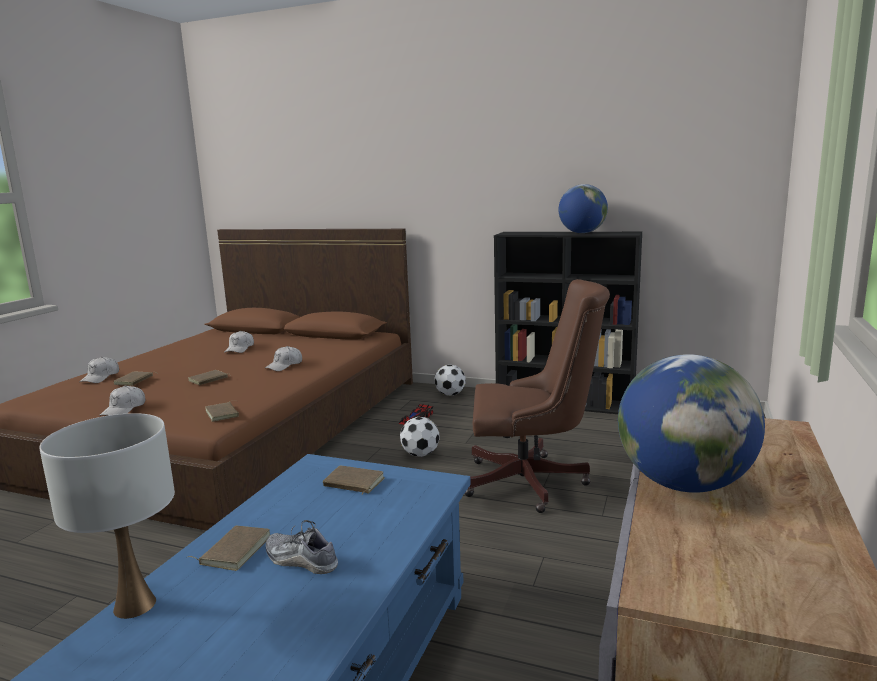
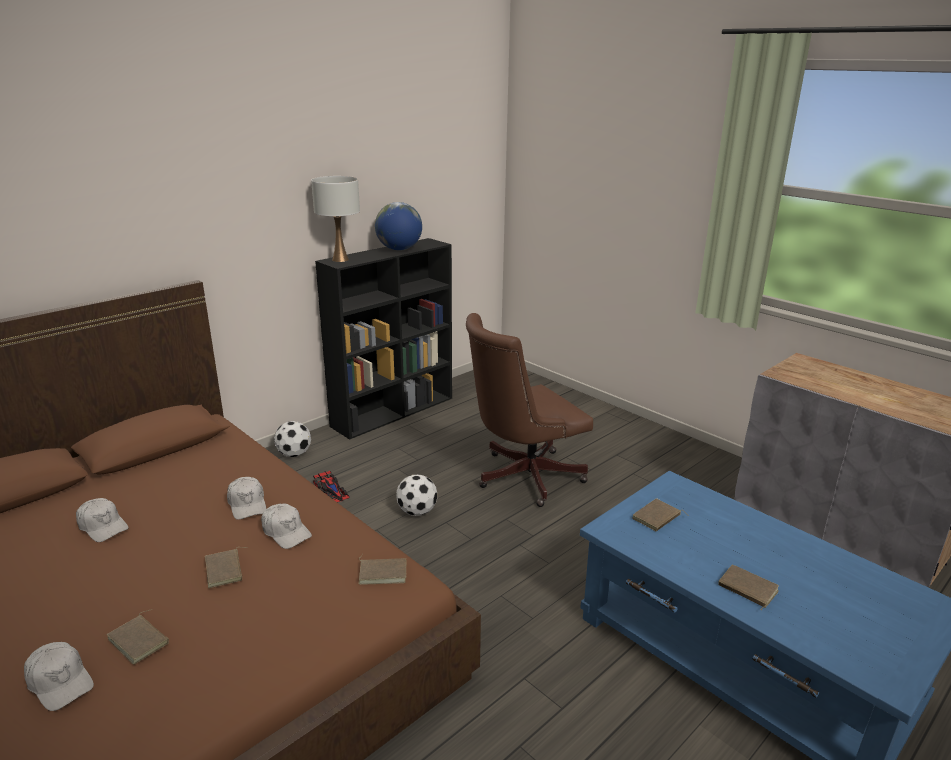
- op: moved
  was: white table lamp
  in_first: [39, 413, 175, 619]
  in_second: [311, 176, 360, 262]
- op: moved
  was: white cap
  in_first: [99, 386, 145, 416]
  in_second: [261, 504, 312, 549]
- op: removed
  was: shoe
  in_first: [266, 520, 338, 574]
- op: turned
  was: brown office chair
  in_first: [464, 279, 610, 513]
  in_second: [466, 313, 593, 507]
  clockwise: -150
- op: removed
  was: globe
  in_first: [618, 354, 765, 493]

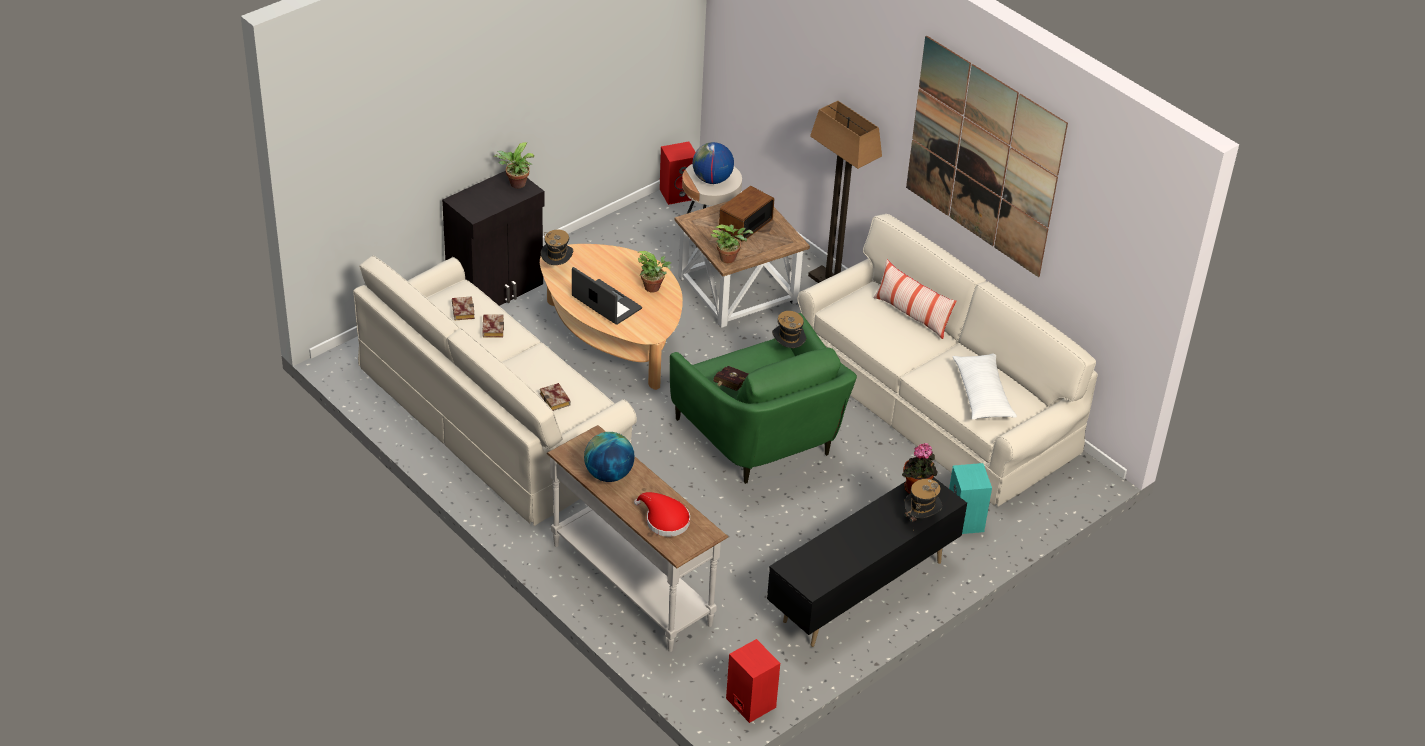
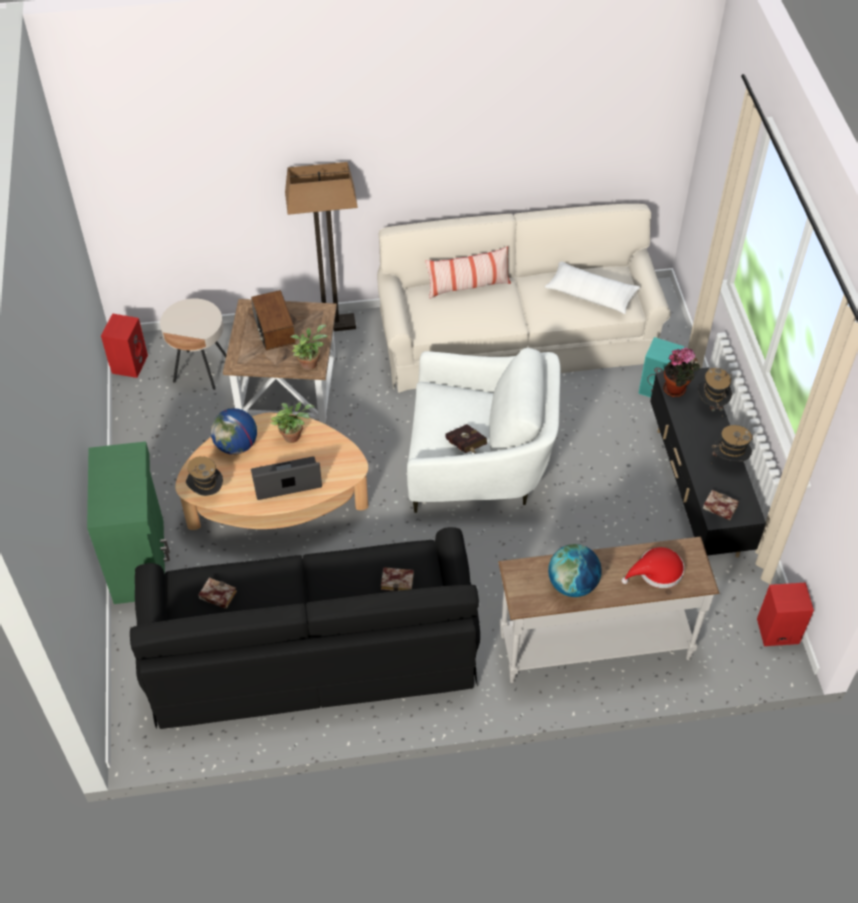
- op: recoloured
  was: beige sofa
  now: black sofa
  in_first: [353, 256, 637, 526]
  in_second: [130, 527, 480, 729]
- op: recoloured
  was: black cabinet
  now: green cabinet
  in_first: [442, 171, 545, 306]
  in_second: [87, 441, 170, 604]
- op: moved
  was: book
  in_first: [482, 314, 504, 337]
  in_second: [703, 490, 739, 520]
- op: removed
  was: potted plant
  in_first: [493, 142, 535, 188]
- op: recoloured
  was: green armchair
  now: white armchair
  in_first: [670, 313, 857, 484]
  in_second: [407, 348, 561, 513]
- op: moved
  was: globe
  in_first: [693, 142, 734, 184]
  in_second: [211, 408, 257, 455]
- op: moved
  was: hat
  in_first: [772, 311, 806, 348]
  in_second: [711, 425, 753, 464]
- op: removed
  was: picture
  in_first: [906, 35, 1068, 277]

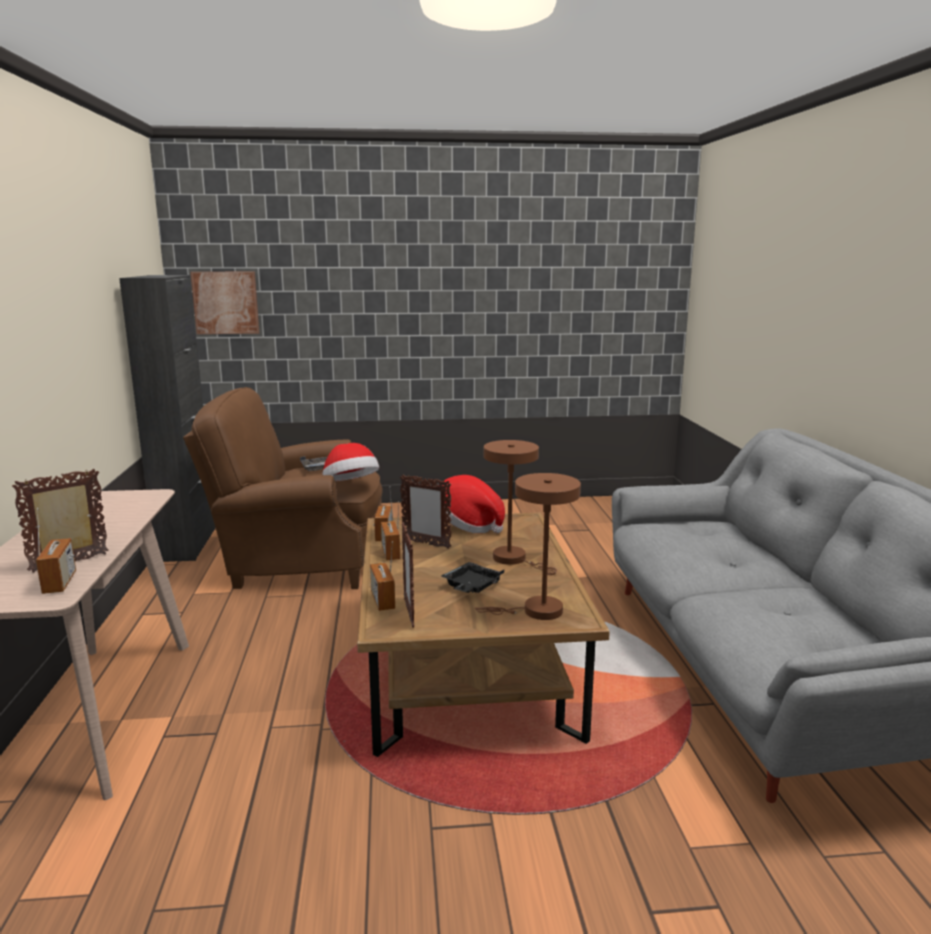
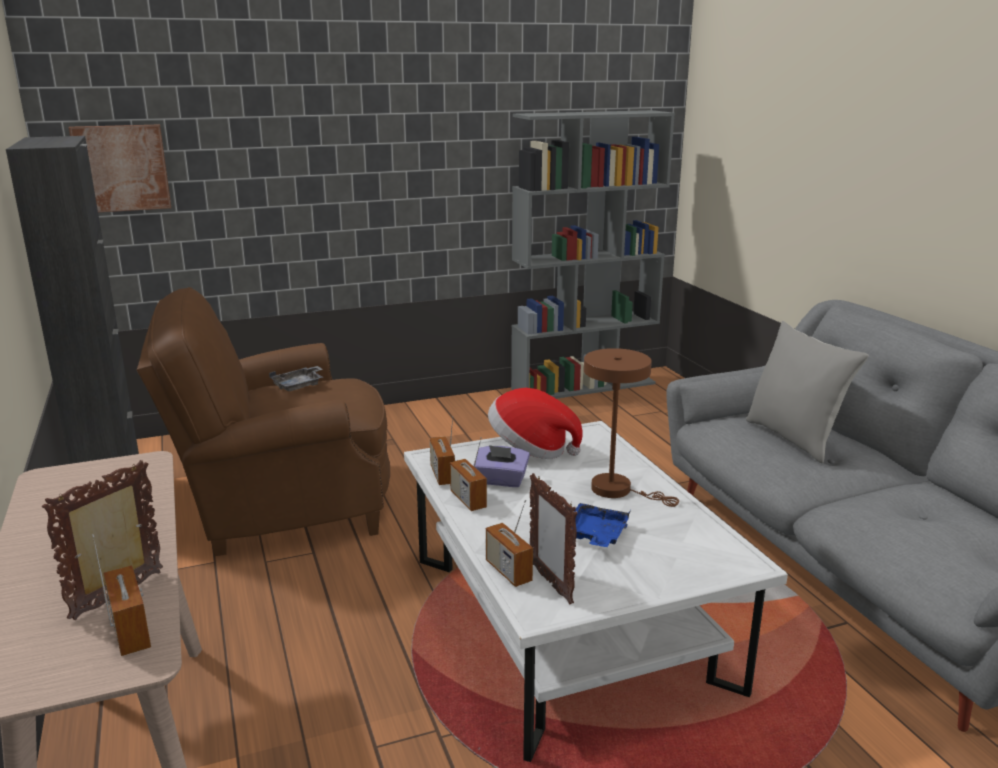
- op: removed
  was: hat
  in_first: [323, 443, 379, 481]
- op: recoloured
  was: brown coffee table
  now: white coffee table
  in_first: [357, 513, 610, 757]
  in_second: [404, 421, 788, 762]
- op: replaced
  was: picture frame
  now: purple tissue box
  in_first: [400, 474, 451, 549]
  in_second: [473, 445, 530, 487]
- op: recoloured
  was: black tray
  now: blue tray
  in_first: [441, 562, 505, 593]
  in_second: [572, 503, 631, 547]
- op: removed
  was: brown table lamp
  in_first: [475, 473, 581, 620]
- op: added
  now: grey bookcase
  in_second: [511, 110, 675, 399]
- op: added
  now: grey pillow
  in_second: [746, 321, 869, 464]

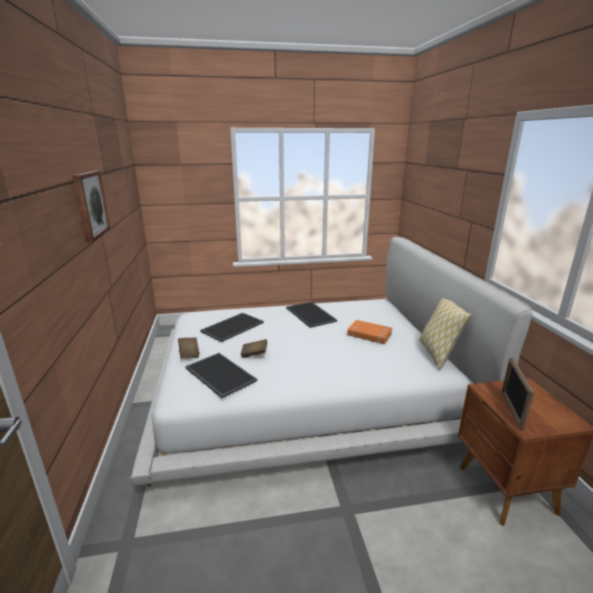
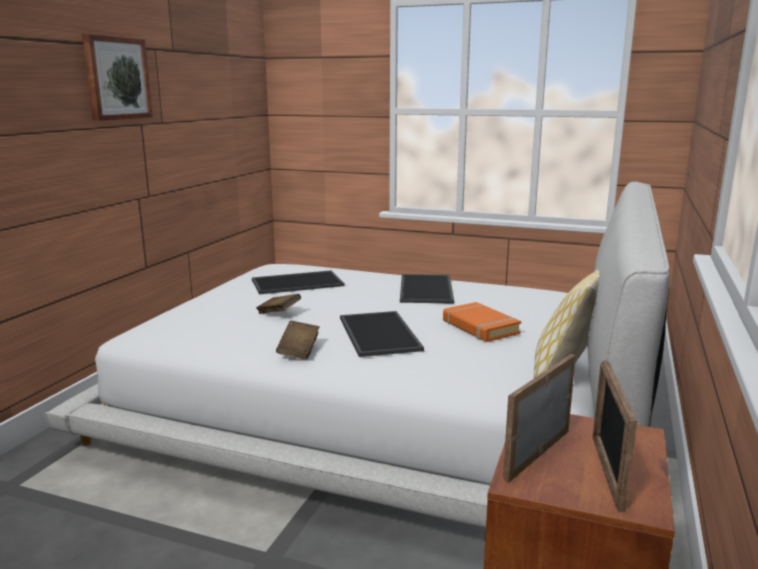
- op: moved
  was: brown book
  in_first: [178, 338, 200, 359]
  in_second: [276, 321, 320, 360]
- op: moved
  was: tray
  in_first: [185, 353, 257, 398]
  in_second: [340, 311, 424, 357]
- op: added
  now: picture frame
  in_second: [593, 360, 637, 512]

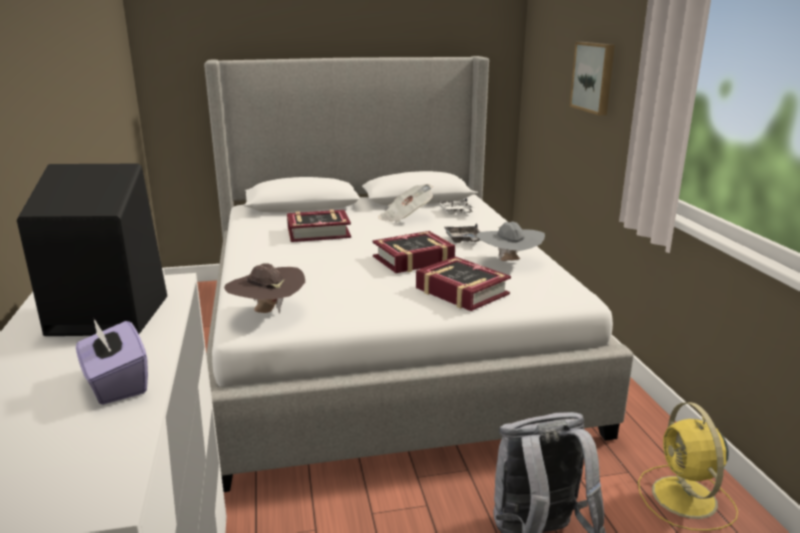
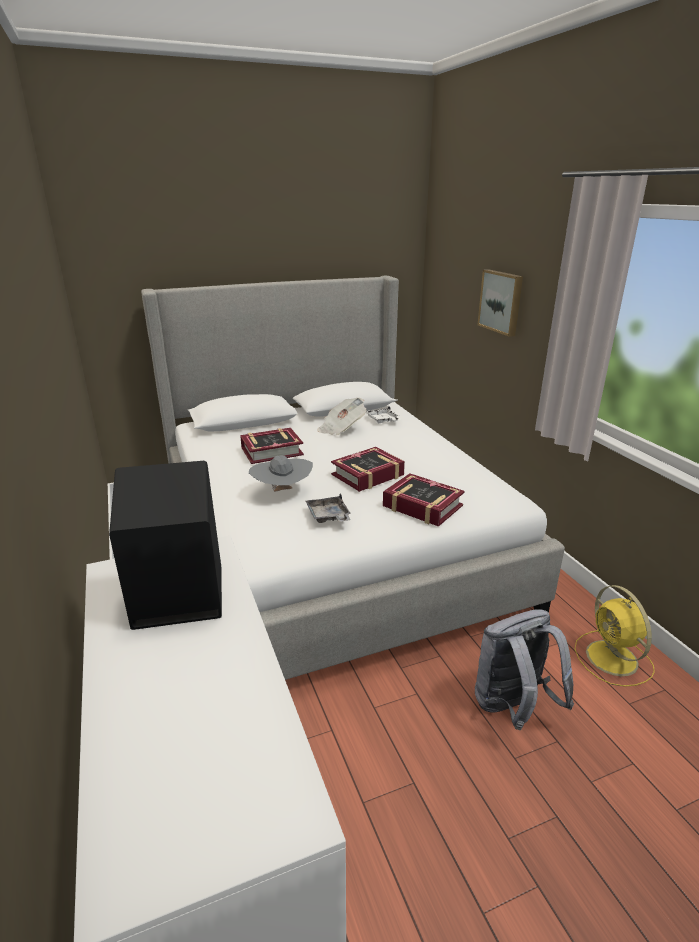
- op: removed
  was: purple tissue box
  in_first: [76, 319, 148, 405]
- op: removed
  was: brown hat
  in_first: [224, 263, 305, 313]
- op: moved
  was: grey tray
  in_first: [444, 223, 481, 243]
  in_second: [305, 494, 351, 523]
- op: moved
  was: grey hat
  in_first: [476, 222, 545, 261]
  in_second: [249, 455, 313, 492]

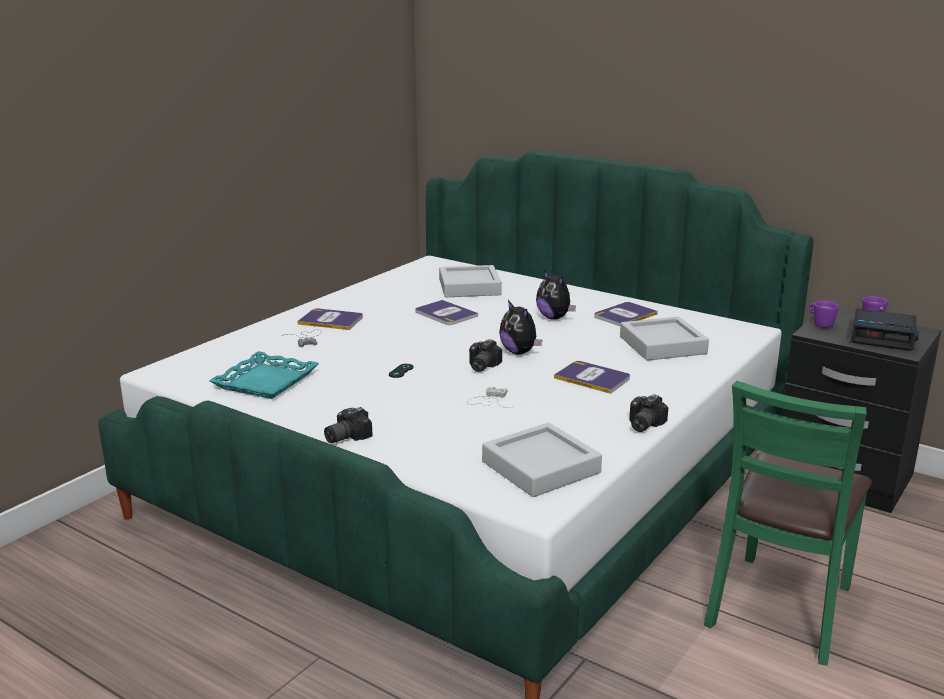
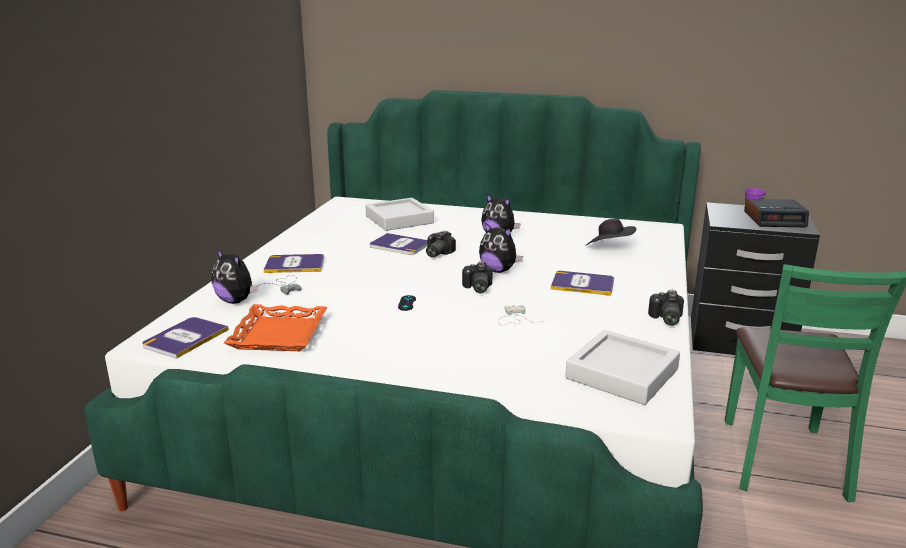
- op: recoloured
  was: turquoise tray
  now: orange tray
  in_first: [209, 351, 319, 399]
  in_second: [224, 304, 327, 351]
- op: moved
  was: photo camera
  in_first: [324, 407, 373, 443]
  in_second: [426, 231, 456, 257]
- op: moved
  was: book
  in_first: [594, 302, 658, 326]
  in_second: [142, 317, 229, 359]
- op: replaced
  was: grey tray
  now: black hat
  in_first: [620, 317, 709, 361]
  in_second: [586, 219, 637, 245]
- op: removed
  was: purple mug
  in_first: [809, 301, 839, 328]
- op: added
  now: plush toy
  in_second: [212, 249, 259, 304]

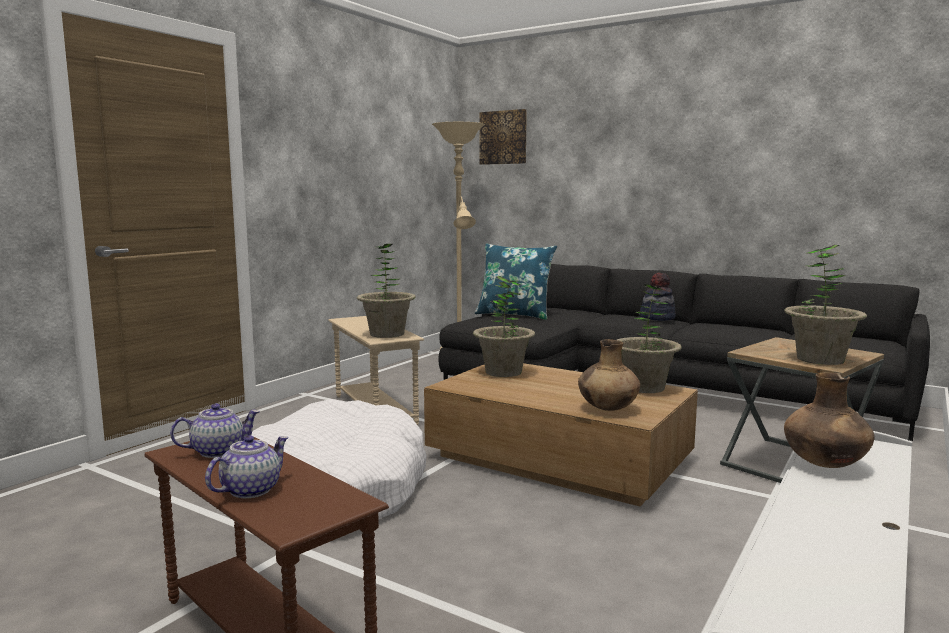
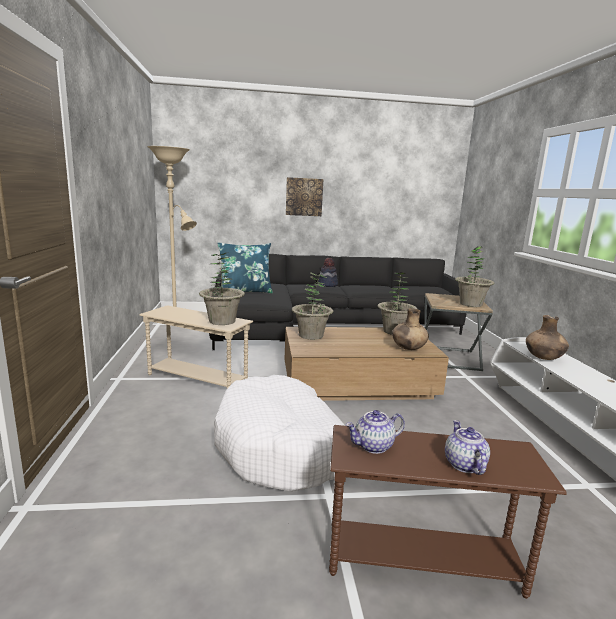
- op: turned
  was: teapot
  in_first: [170, 403, 260, 458]
  in_second: [345, 410, 405, 454]
  clockwise: -135
- op: moved
  was: picture
  in_first: [479, 109, 527, 165]
  in_second: [286, 177, 323, 216]

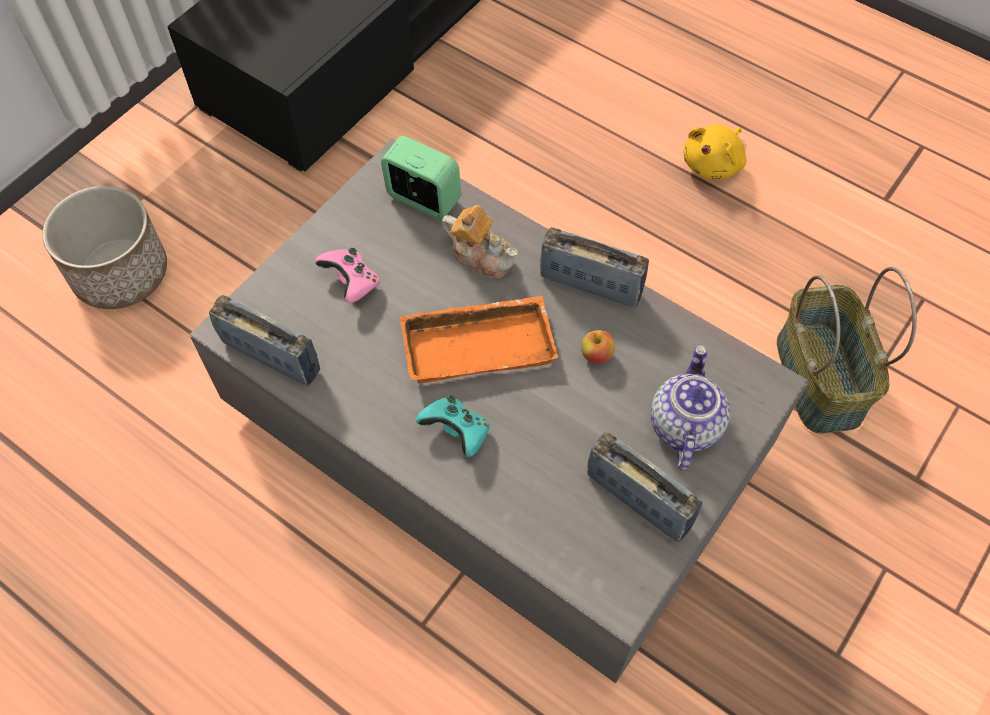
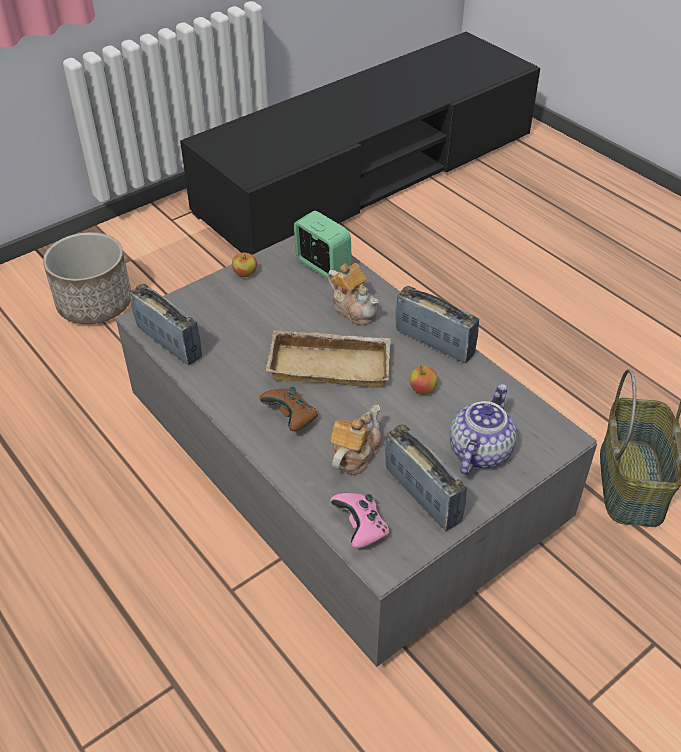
- op: moved
  was: pink game controller
  in_first: [315, 247, 380, 303]
  in_second: [330, 493, 389, 548]
- op: recoloured
  was: orange tray
  now: beige tray
  in_first: [400, 296, 558, 383]
  in_second: [266, 330, 391, 388]
- op: recoloured
  was: turquoise game controller
  now: brown game controller
  in_first: [416, 395, 490, 457]
  in_second: [259, 386, 318, 431]
- op: removed
  was: yellow plush toy
  in_first: [683, 125, 747, 179]
- op: added
  now: apple
  in_second: [232, 253, 257, 277]
- op: added
  now: teapot
  in_second: [330, 405, 381, 475]

